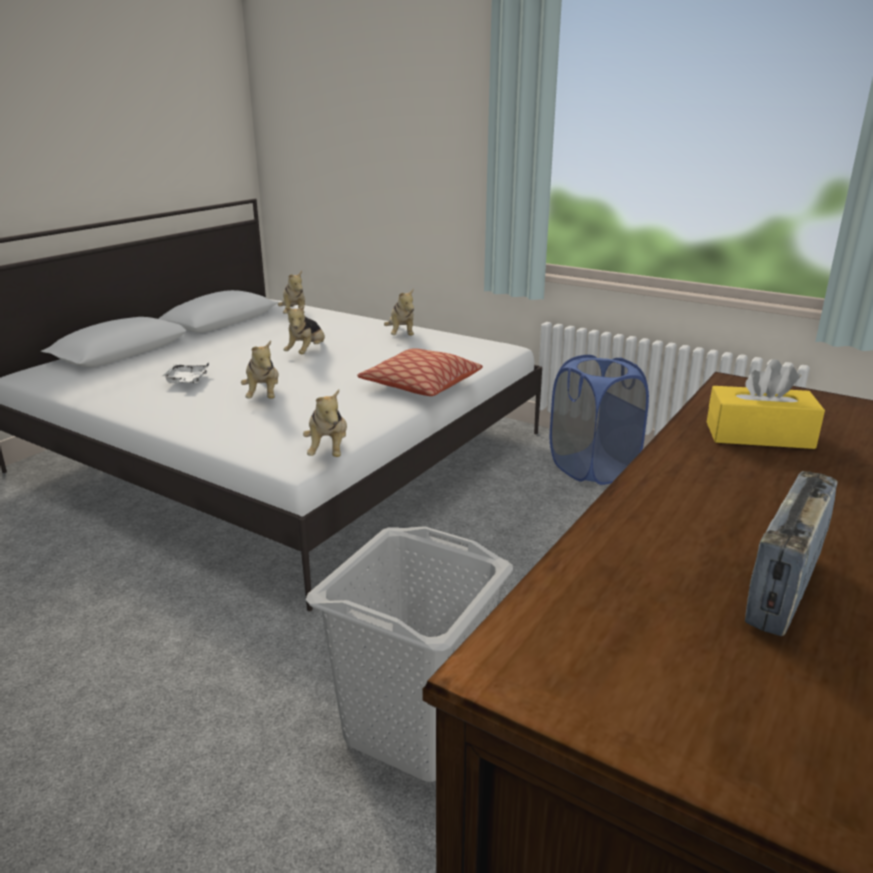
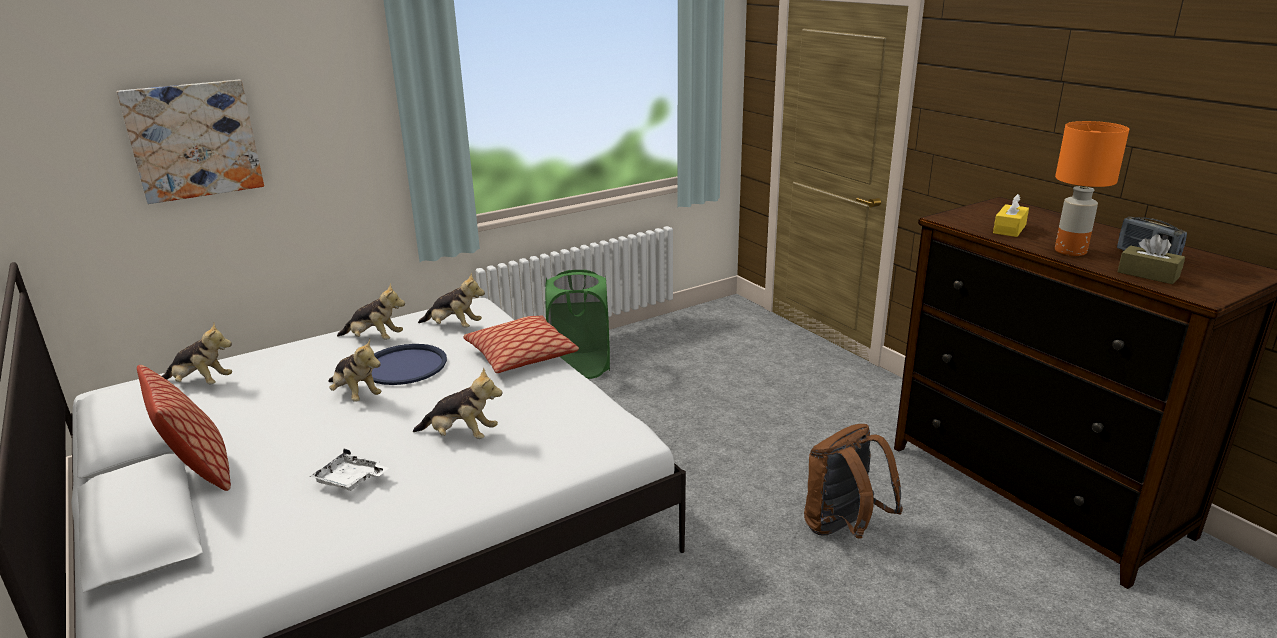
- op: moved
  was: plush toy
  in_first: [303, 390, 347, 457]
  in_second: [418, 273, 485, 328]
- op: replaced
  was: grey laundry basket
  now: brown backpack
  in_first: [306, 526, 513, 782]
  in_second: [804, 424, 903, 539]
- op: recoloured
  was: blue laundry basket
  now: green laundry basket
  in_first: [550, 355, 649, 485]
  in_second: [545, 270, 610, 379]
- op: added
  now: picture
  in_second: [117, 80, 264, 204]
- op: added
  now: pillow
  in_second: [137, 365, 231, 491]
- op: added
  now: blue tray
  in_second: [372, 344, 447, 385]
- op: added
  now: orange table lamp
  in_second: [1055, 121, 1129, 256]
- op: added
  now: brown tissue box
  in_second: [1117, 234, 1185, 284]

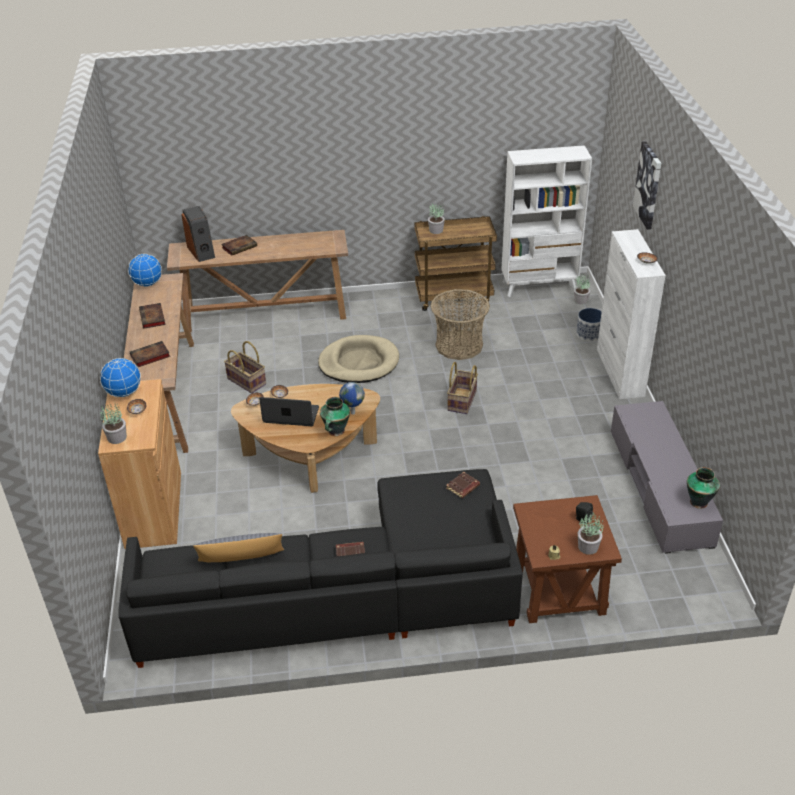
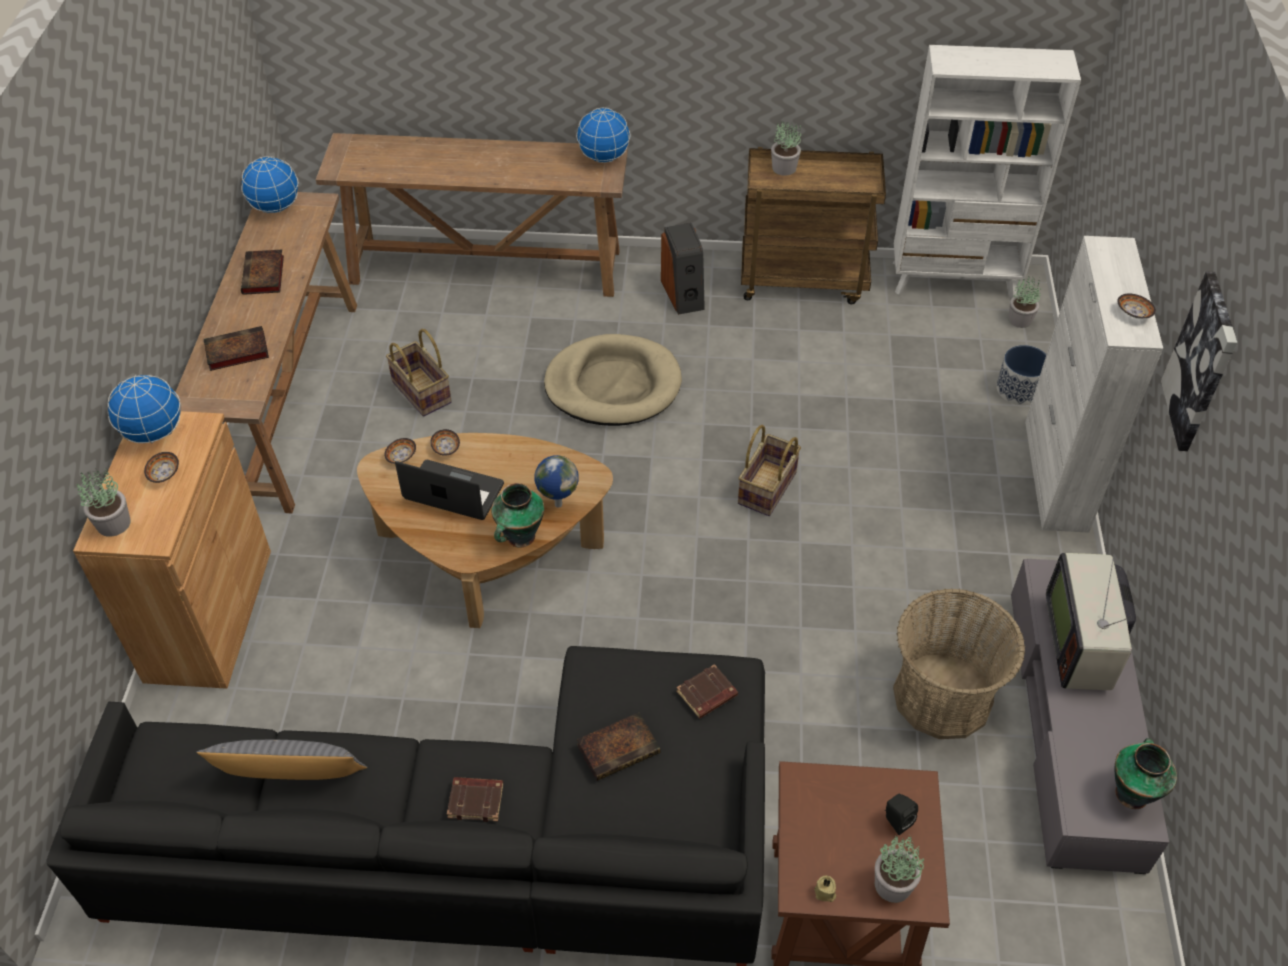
- op: moved
  was: speaker
  in_first: [181, 206, 215, 262]
  in_second: [661, 223, 705, 315]
- op: moved
  was: book
  in_first: [221, 235, 257, 256]
  in_second: [577, 712, 661, 781]
- op: moved
  was: basket
  in_first: [431, 289, 490, 360]
  in_second: [893, 589, 1025, 739]
- op: moved
  was: picture
  in_first: [633, 141, 661, 230]
  in_second: [1161, 271, 1237, 451]
- op: added
  now: globe
  in_second: [576, 108, 630, 163]
- op: added
  now: television
  in_second: [1046, 553, 1136, 690]

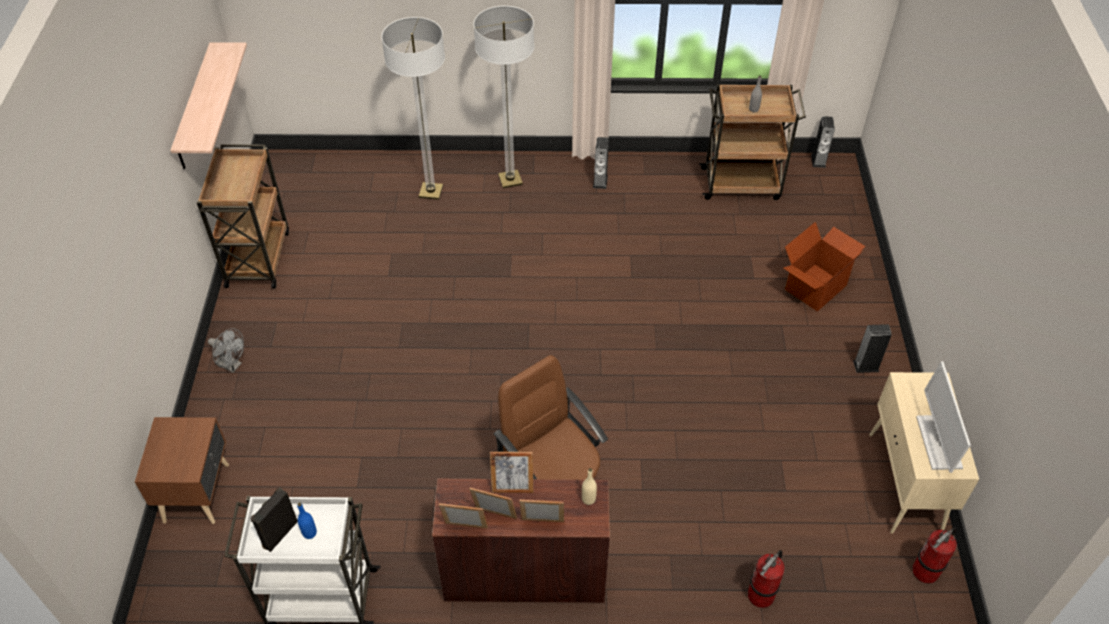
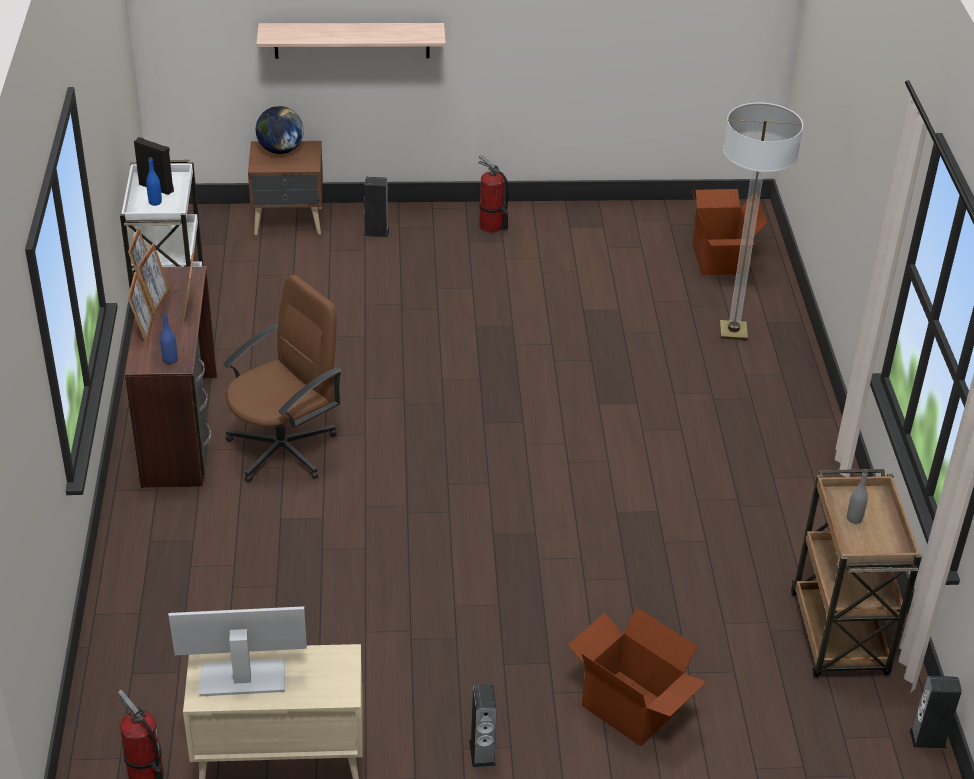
- op: moved
  was: shelf
  in_first: [170, 42, 247, 169]
  in_second: [256, 23, 446, 59]
- op: removed
  was: brown cart
  in_first: [197, 144, 289, 288]
- op: removed
  was: grey fan
  in_first: [208, 328, 244, 373]
- op: removed
  was: floor lamp
  in_first: [474, 6, 534, 188]
- op: recoloured
  was: beige bottle
  now: blue bottle
  in_first: [582, 468, 597, 505]
  in_second: [160, 312, 178, 364]
- op: moved
  was: speaker
  in_first: [593, 137, 609, 189]
  in_second: [364, 177, 390, 238]
- op: moved
  was: fire extinguisher
  in_first: [748, 550, 785, 608]
  in_second: [478, 155, 509, 233]
- op: added
  now: globe
  in_second: [256, 106, 304, 154]
- op: added
  now: cardboard box
  in_second: [692, 189, 767, 275]

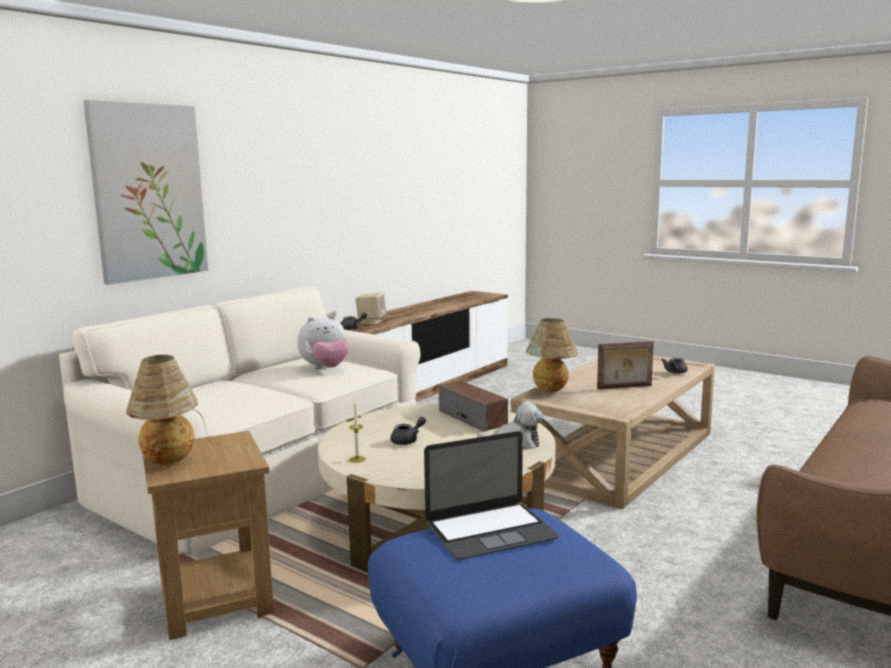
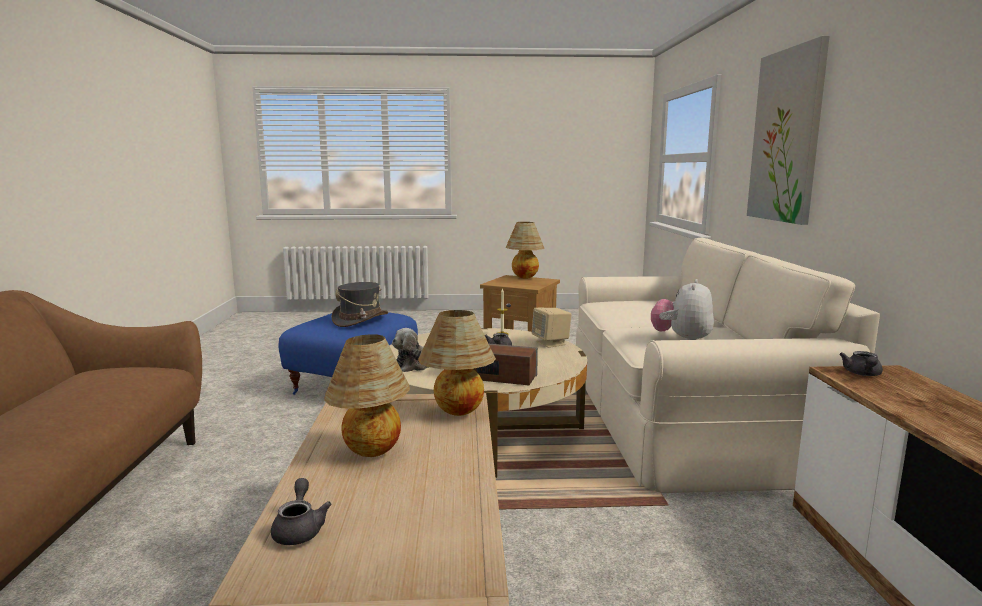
- op: moved
  was: beige speaker
  in_first: [356, 292, 386, 324]
  in_second: [532, 308, 571, 348]
- op: replaced
  was: laptop
  now: grey hat
  in_first: [424, 431, 559, 560]
  in_second: [331, 282, 388, 327]
- op: replaced
  was: picture frame
  now: table lamp
  in_first: [597, 341, 654, 389]
  in_second: [324, 334, 410, 457]

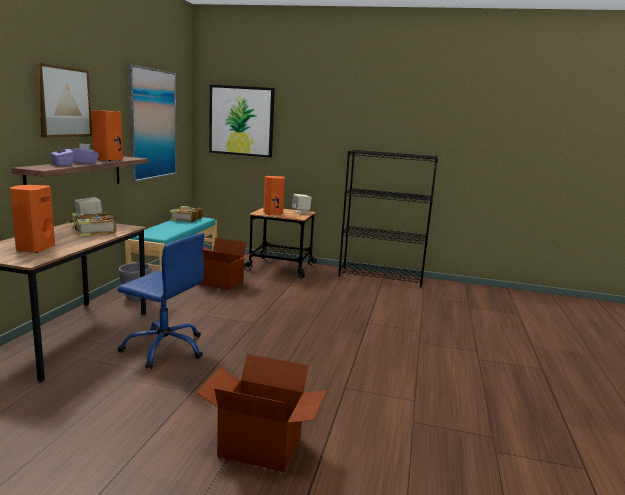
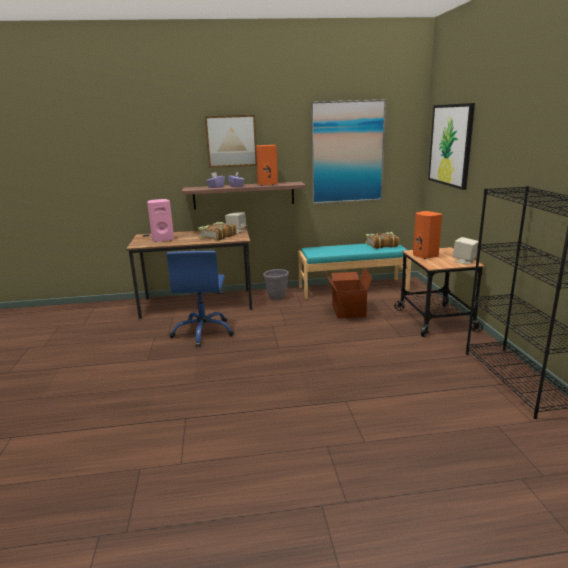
- op: recoloured
  was: orange speaker
  now: pink speaker
  in_first: [10, 185, 55, 253]
  in_second: [147, 199, 174, 242]
- op: removed
  was: cardboard box
  in_first: [197, 354, 327, 472]

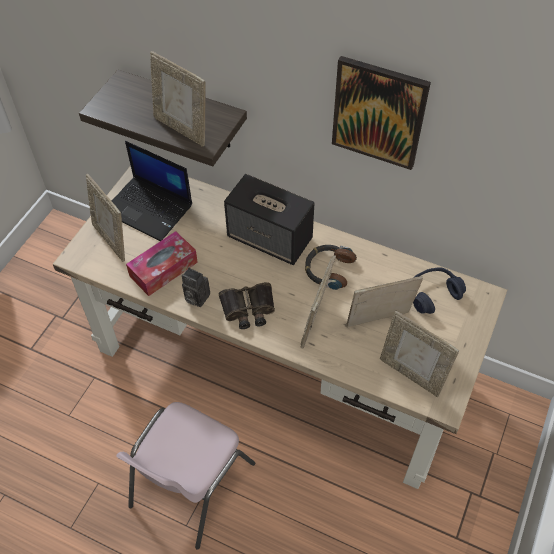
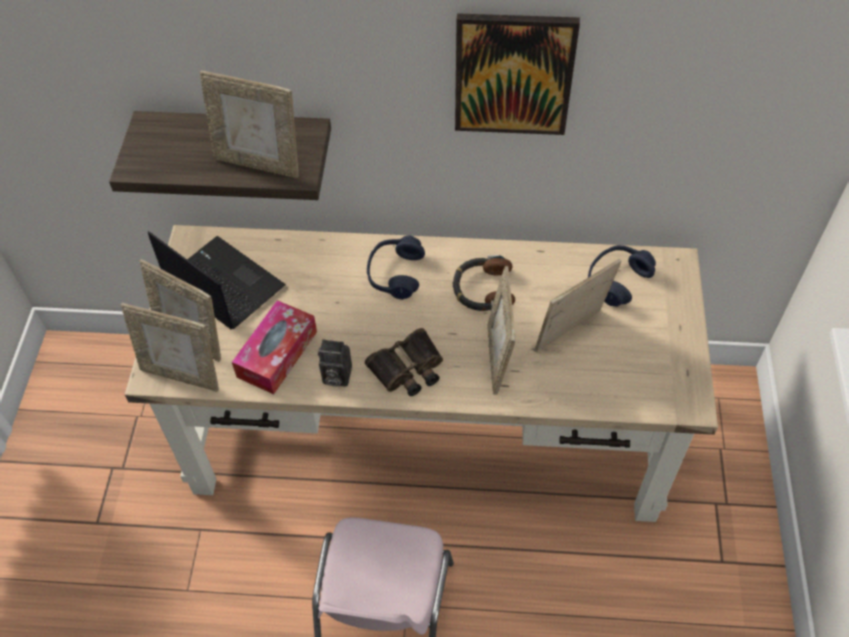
- op: turned
  was: laptop
  in_first: [112, 141, 192, 241]
  in_second: [148, 231, 286, 329]
  clockwise: -150
- op: replaced
  was: speaker
  now: blue headphones
  in_first: [224, 174, 314, 265]
  in_second: [367, 236, 425, 300]
- op: moved
  was: picture frame
  in_first: [380, 311, 459, 397]
  in_second: [121, 303, 219, 392]

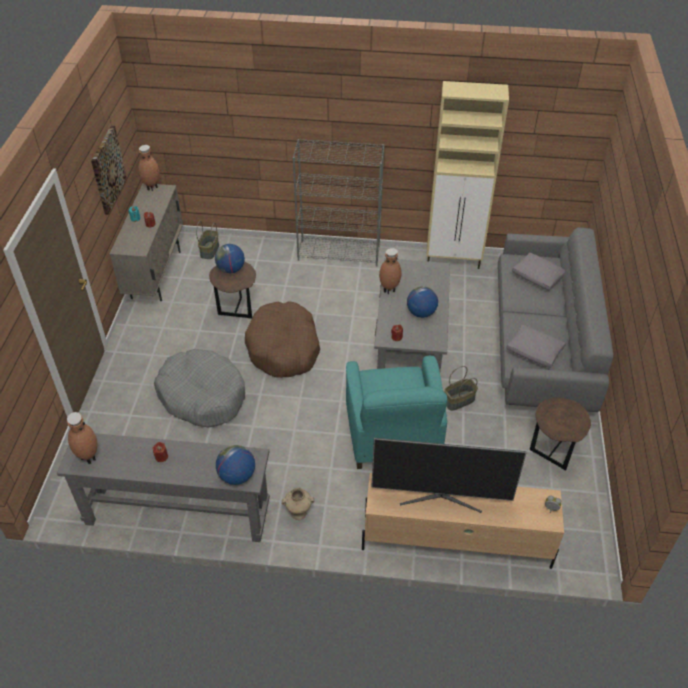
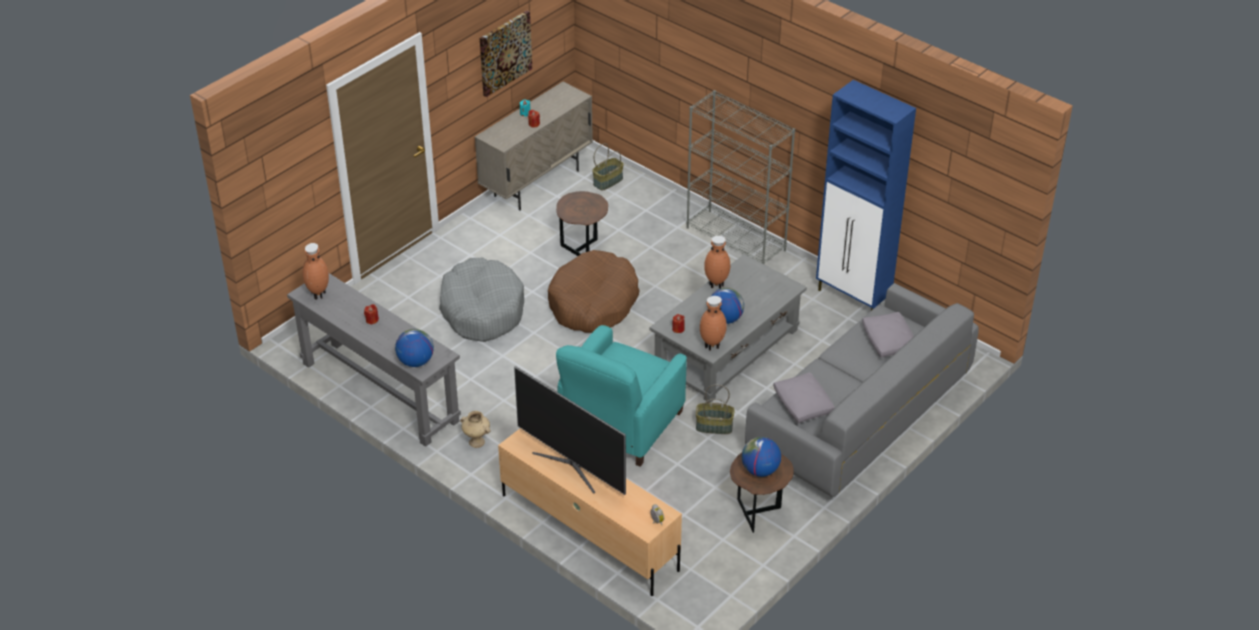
- op: moved
  was: brown vase
  in_first: [138, 145, 159, 191]
  in_second: [700, 296, 727, 351]
- op: moved
  was: globe
  in_first: [215, 244, 245, 273]
  in_second: [742, 437, 781, 477]
- op: recoloured
  was: beige cabinet
  now: blue cabinet
  in_first: [426, 81, 509, 269]
  in_second: [816, 80, 916, 310]

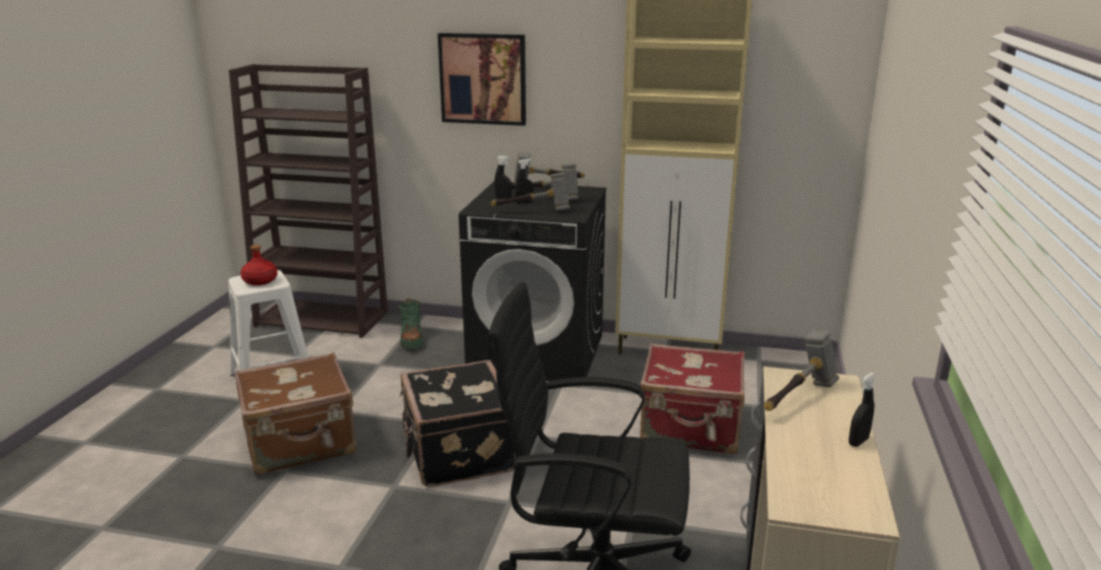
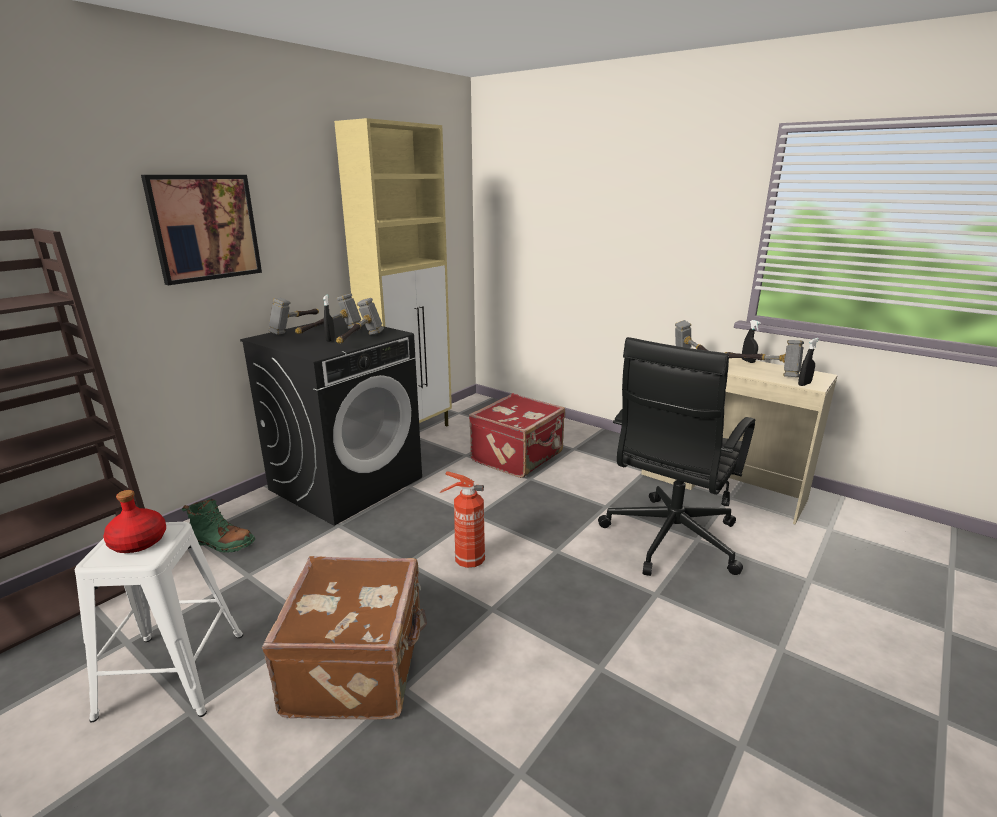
- op: replaced
  was: black suitcase
  now: fire extinguisher
  in_first: [399, 360, 516, 487]
  in_second: [440, 471, 485, 568]
- op: moved
  was: black spray bottle
  in_first: [494, 156, 512, 199]
  in_second: [798, 338, 819, 386]
- op: added
  now: hammer
  in_second: [725, 340, 804, 377]

